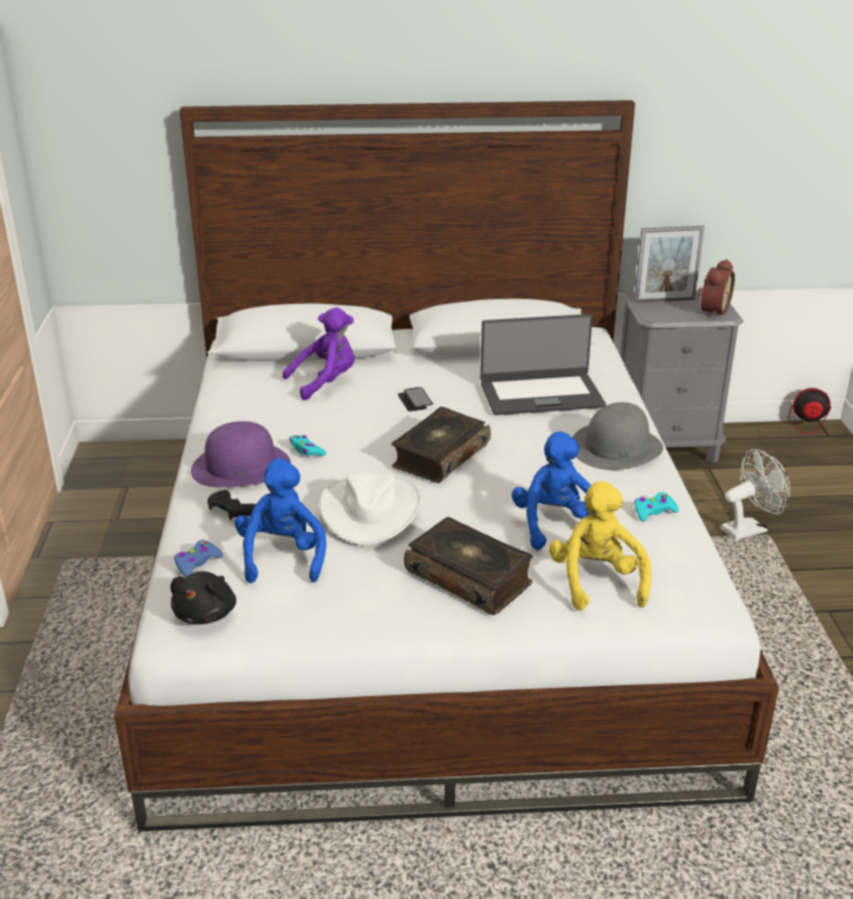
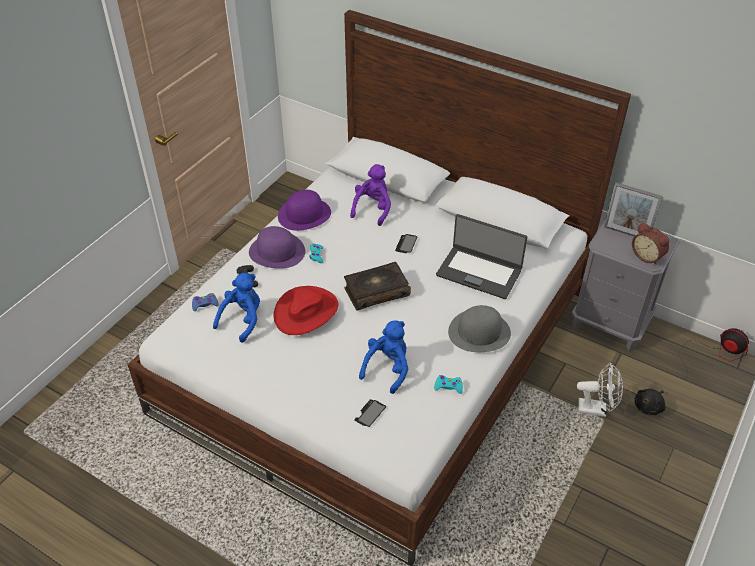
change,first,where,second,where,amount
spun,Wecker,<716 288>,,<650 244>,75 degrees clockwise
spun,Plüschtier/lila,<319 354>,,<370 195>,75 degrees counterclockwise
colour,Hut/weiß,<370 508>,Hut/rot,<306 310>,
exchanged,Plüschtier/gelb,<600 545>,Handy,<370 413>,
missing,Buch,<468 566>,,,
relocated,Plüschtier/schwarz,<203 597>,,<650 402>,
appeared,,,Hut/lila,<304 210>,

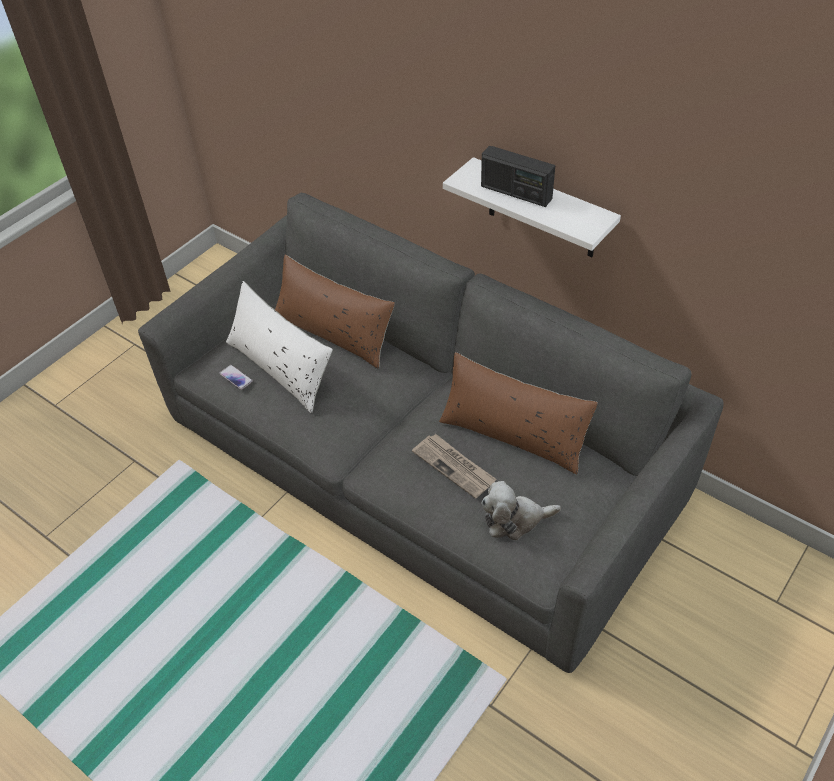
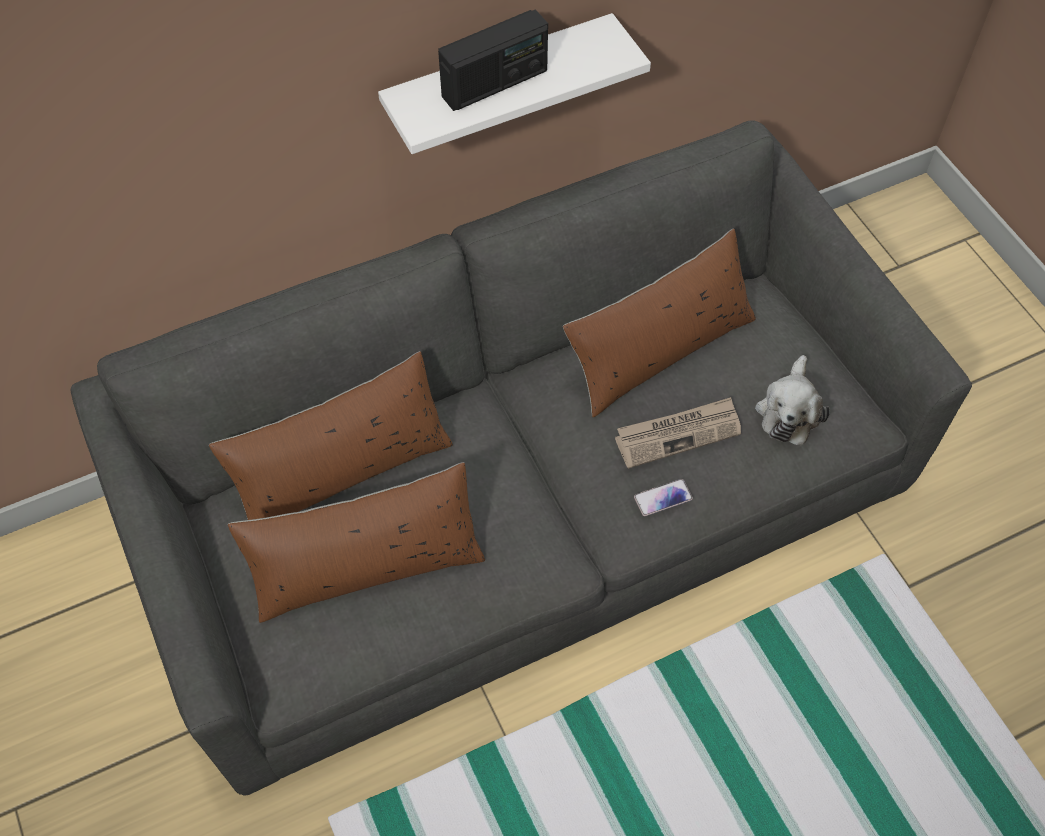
change,first,where,second,where,amount
colour,Kissen/weiß,<279 347>,Kissen/braun,<356 542>,
relocated,Handy,<236 377>,,<663 497>,

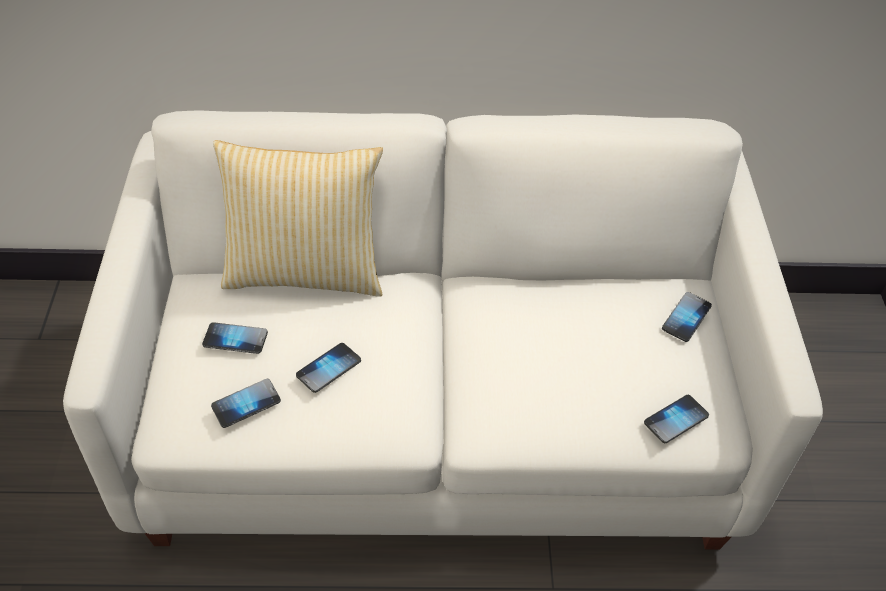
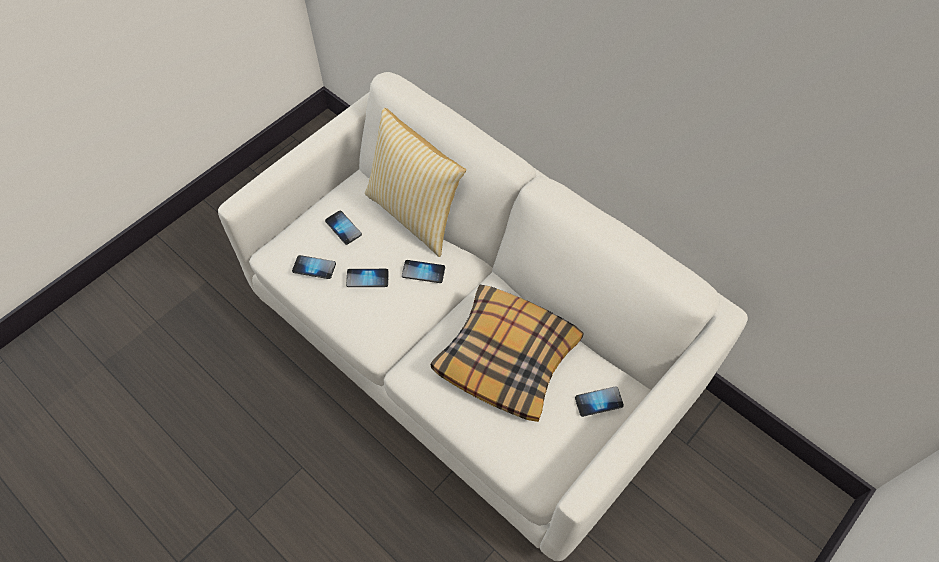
change,first,where,second,where,amount
relocated,Handy,<676 419>,,<423 271>,
appeared,,,Kissen,<507 353>,

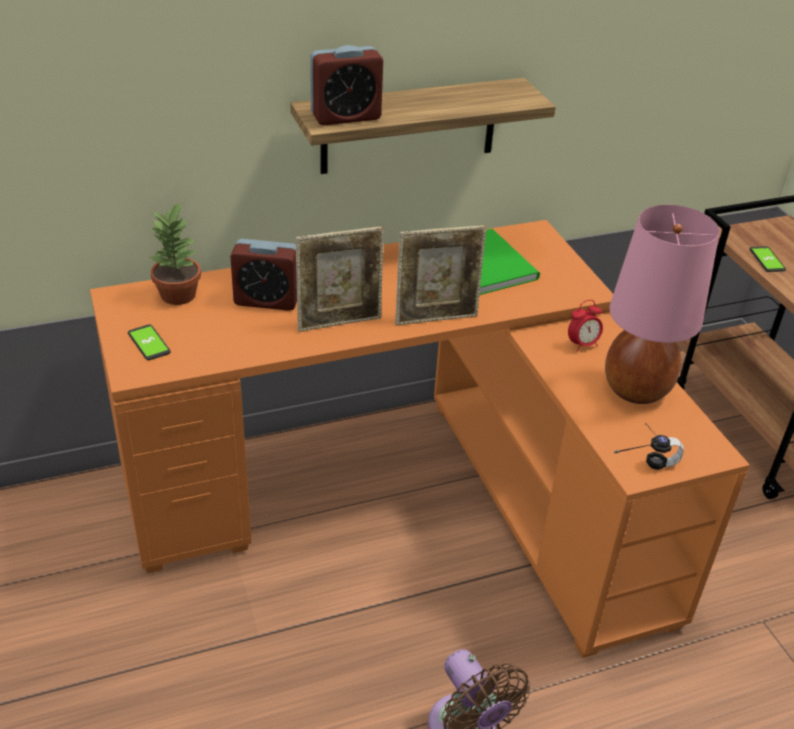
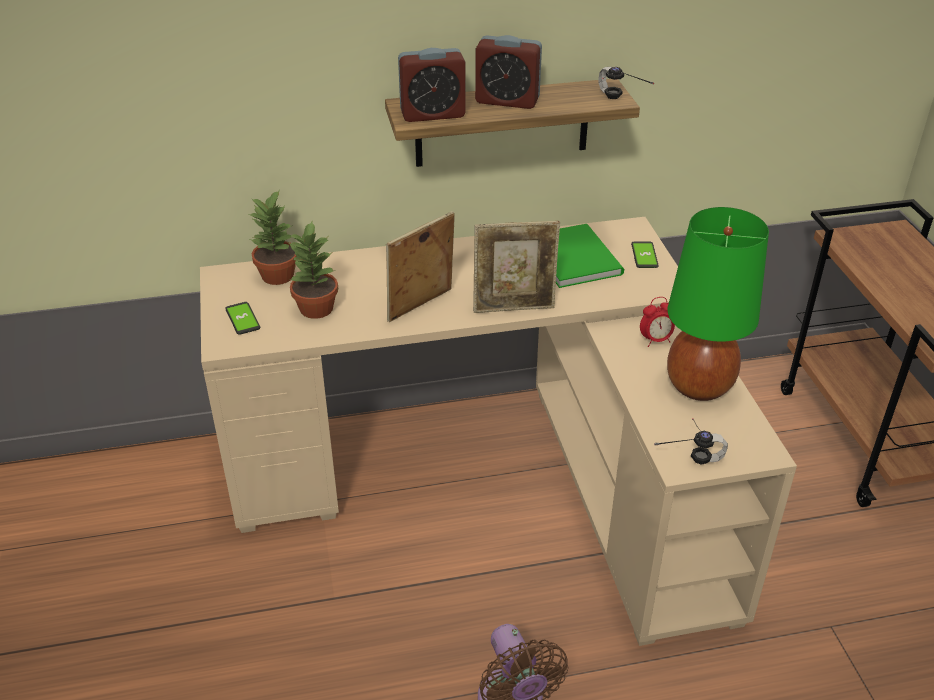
change,first,where,second,where,amount
colour,Tischlampe/rosa,<662 304>,Tischlampe/grün,<718 304>,
colour,Schreibtisch/orange,<420 439>,Schreibtisch/beige,<498 431>,
spun,Bilderrahmen,<340 279>,,<420 266>,150 degrees clockwise
relocated,Wecker,<263 275>,,<508 72>,
relocated,Handy,<767 259>,,<645 255>,
appeared,,,Kopfhörer,<626 83>,
appeared,,,Topfpflanze,<313 270>,

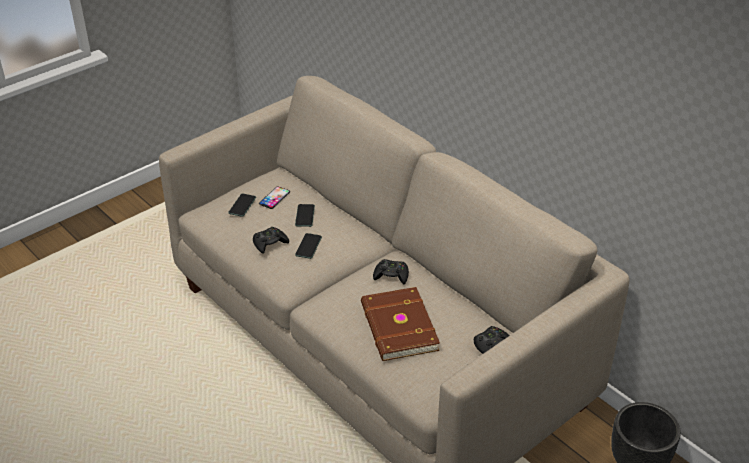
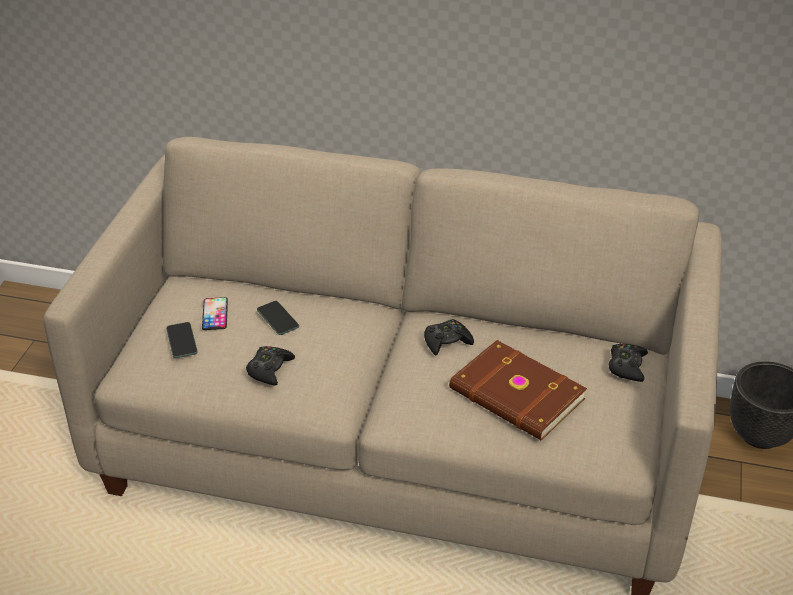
change,first,where,second,where,amount
missing,Handy,<308 246>,,,

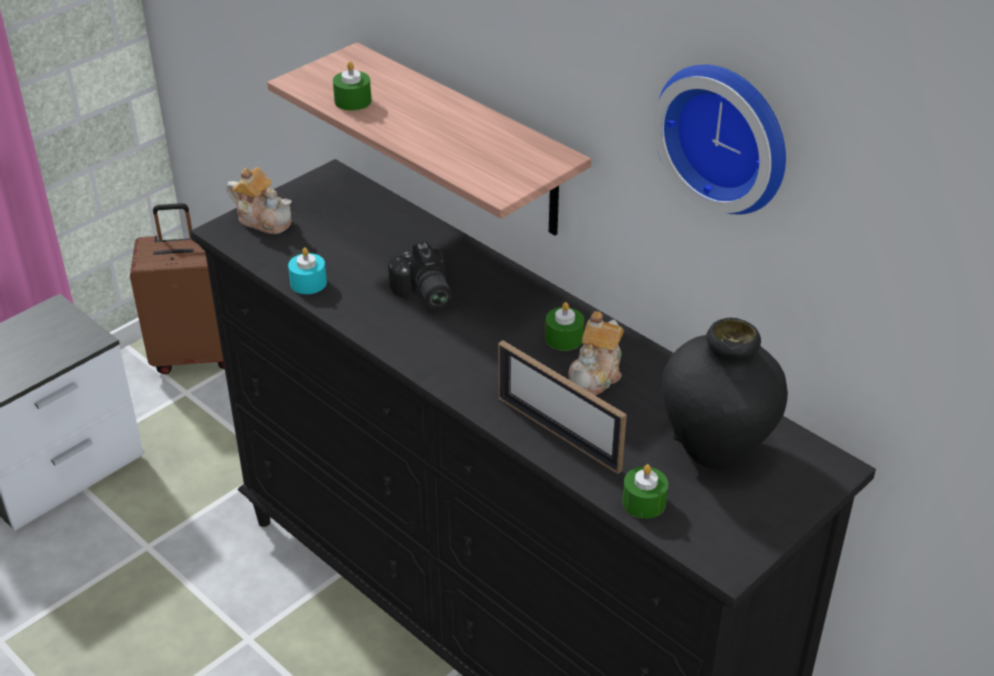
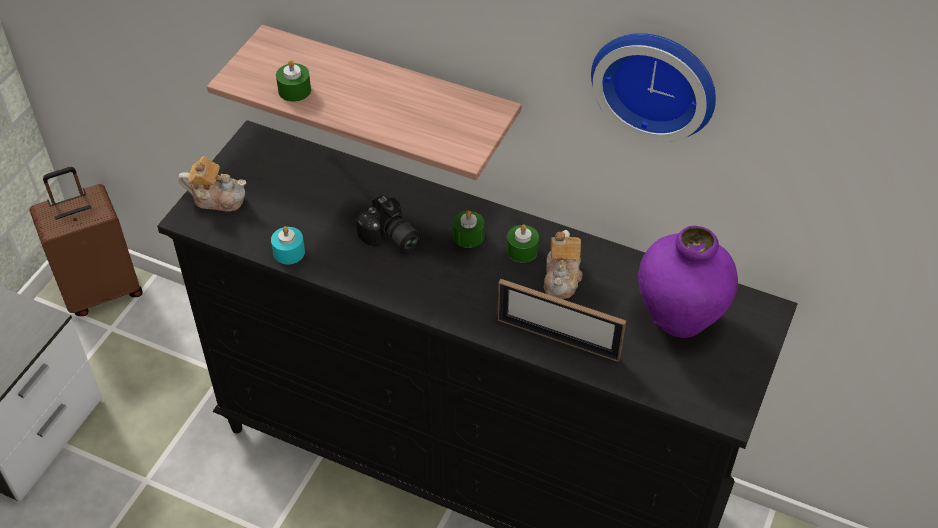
change,first,where,second,where,amount
colour,Vase/schwarz,<725 394>,Vase/lila,<688 282>,
relocated,Kerze/grün,<645 491>,,<468 229>,

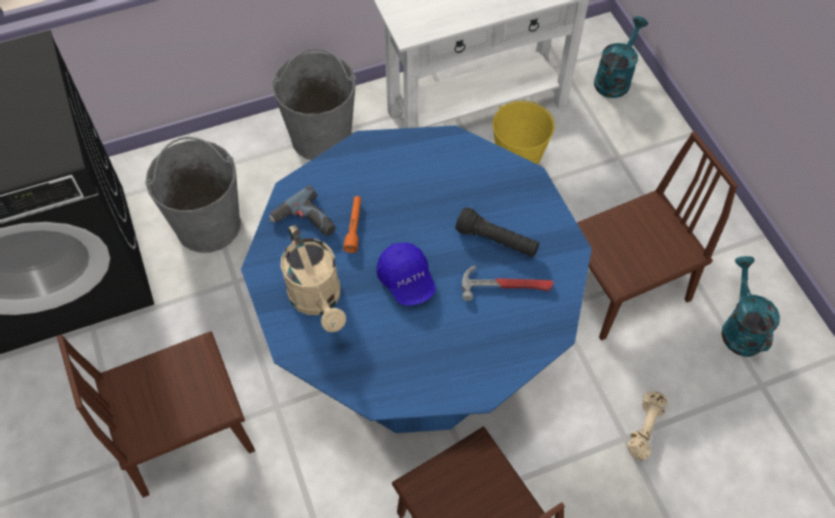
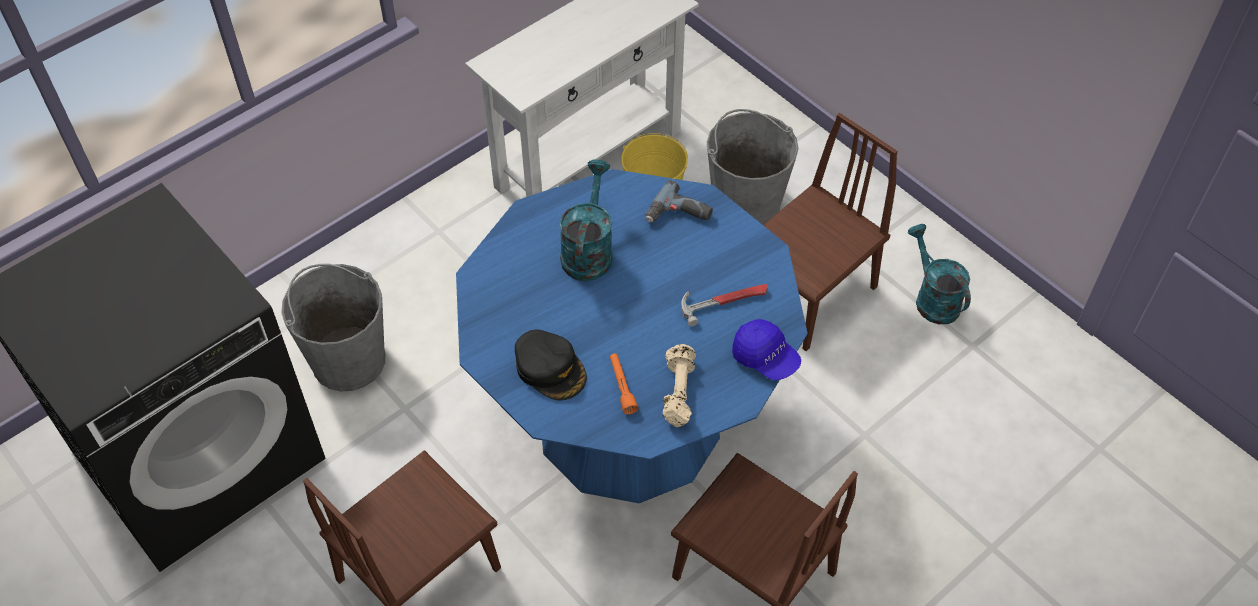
change,first,where,second,where,amount
relocated,Gießkanne/türkis,<621 57>,,<586 220>,
relocated,Eimer/grau,<314 104>,,<752 167>,
relocated,Bohrmaschine,<302 210>,,<679 201>,
relocated,Taschenlampe/orange,<352 224>,,<624 384>,
missing,Taschenlampe/schwarz,<497 232>,,,
exchanged,Gießkanne/beige,<313 278>,Kappe/schwarz,<551 364>,
relocated,Kappe/blau,<406 274>,,<766 349>,
relocated,Hantel/beige,<647 425>,,<679 385>,

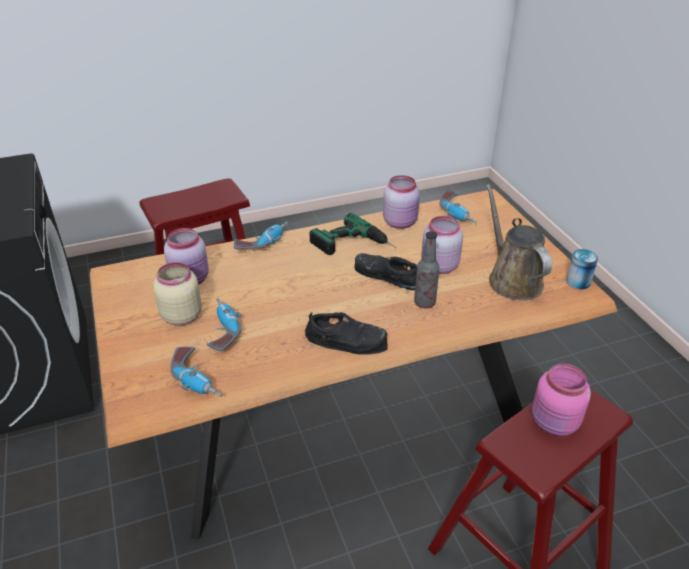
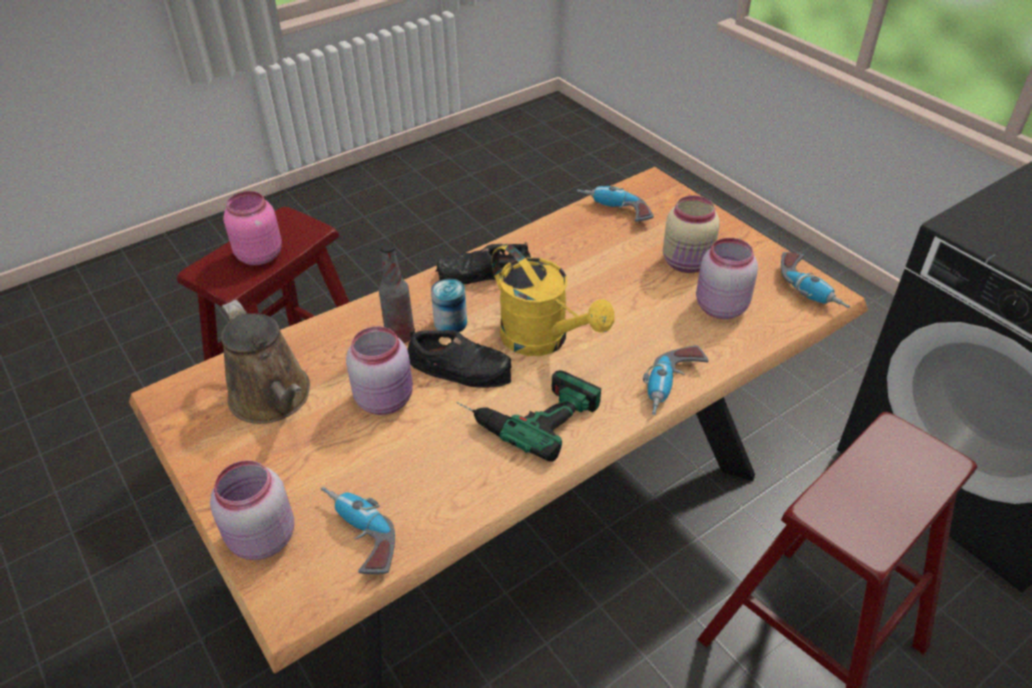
change,first,where,second,where,amount
relocated,Vorratsglas/rosa,<401 202>,,<252 510>,
relocated,Dose,<582 269>,,<449 305>,
relocated,Bohrmaschine,<224 324>,,<815 280>,
appeared,,,Gießkanne/gelb,<553 300>,

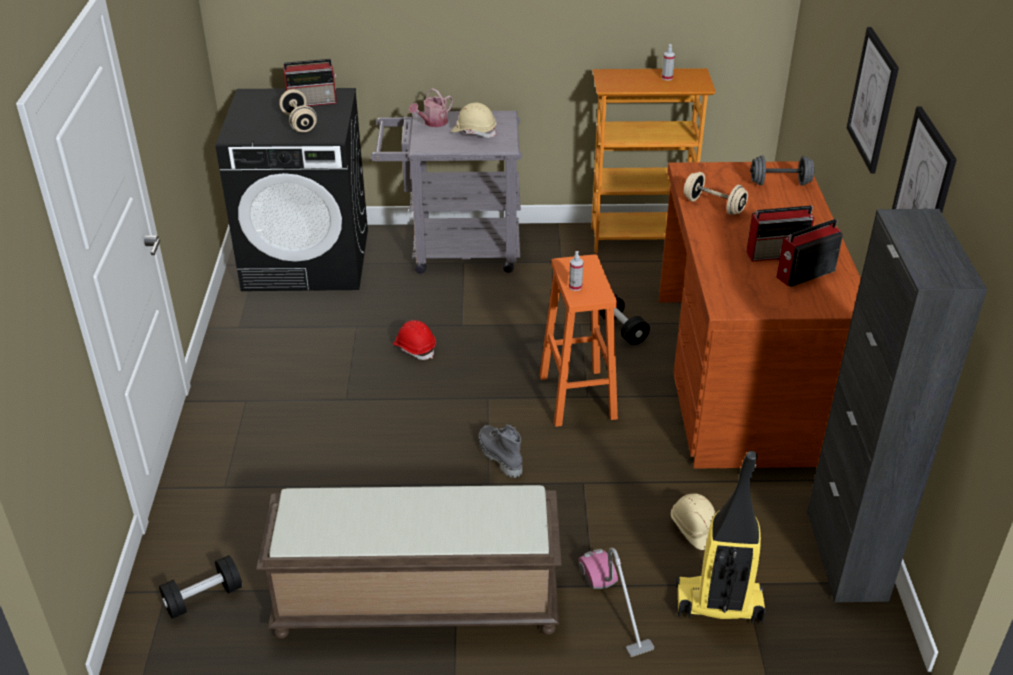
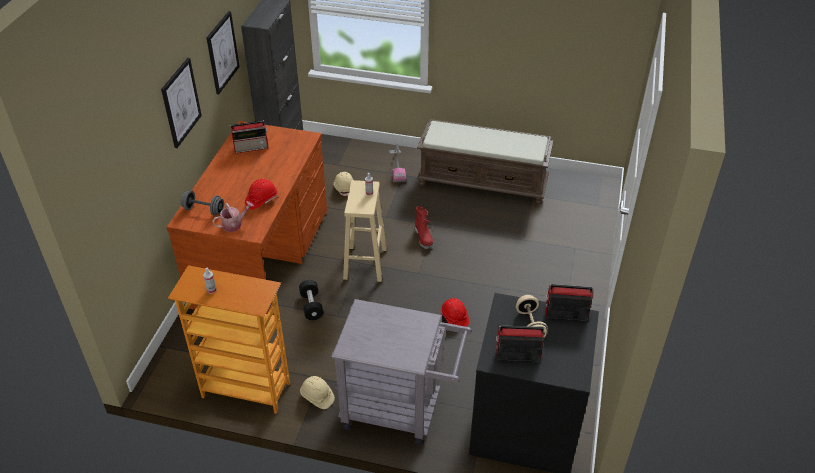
change,first,where,second,where,amount
relocated,Gießkanne,<431 107>,,<233 216>,
relocated,Schutzhelm/beige,<474 120>,,<317 392>,
exchanged,Hantel/beige,<716 193>,Schutzhelm/rot,<261 194>,
relocated,Radio,<780 233>,,<569 302>,
colour,Hocker/orange,<578 340>,Hocker/beige,<365 231>,
colour,Stiefel/grau,<500 451>,Stiefel/rot,<424 227>,
missing,Staubsauger,<721 537>,,,
missing,Hantel/schwarz,<200 587>,,,

